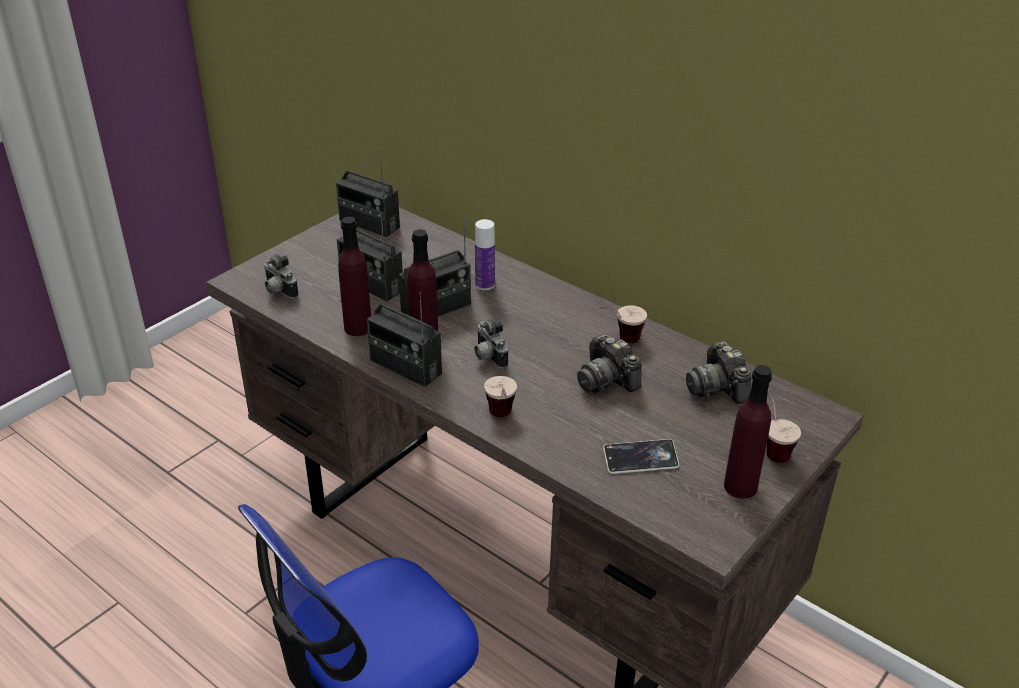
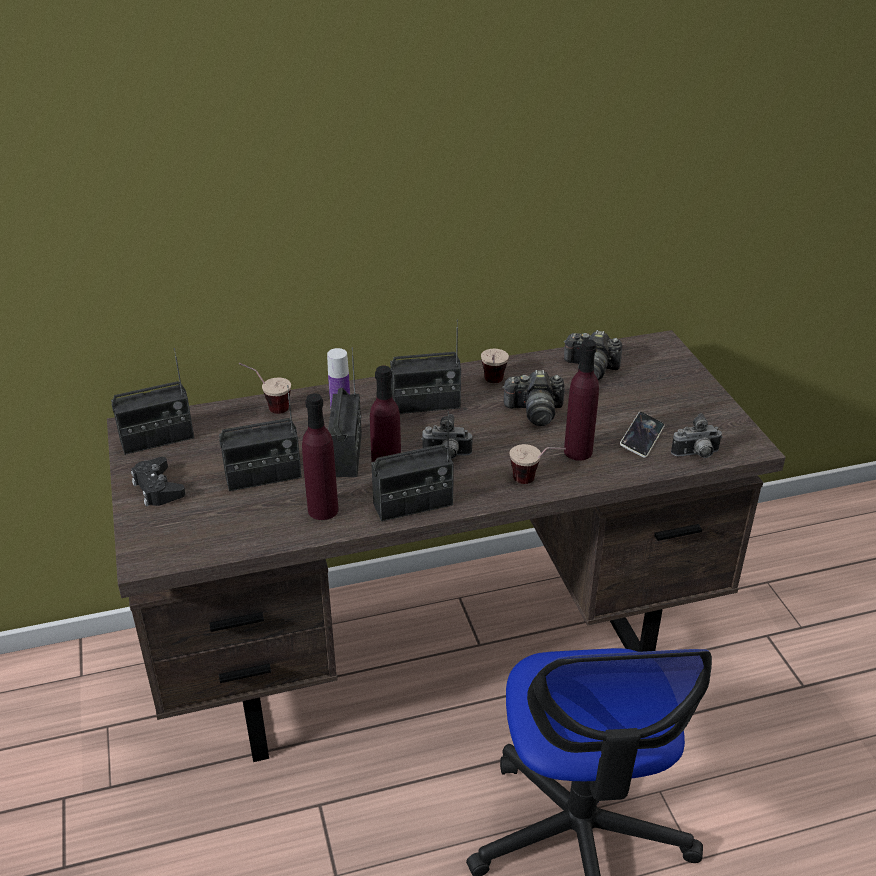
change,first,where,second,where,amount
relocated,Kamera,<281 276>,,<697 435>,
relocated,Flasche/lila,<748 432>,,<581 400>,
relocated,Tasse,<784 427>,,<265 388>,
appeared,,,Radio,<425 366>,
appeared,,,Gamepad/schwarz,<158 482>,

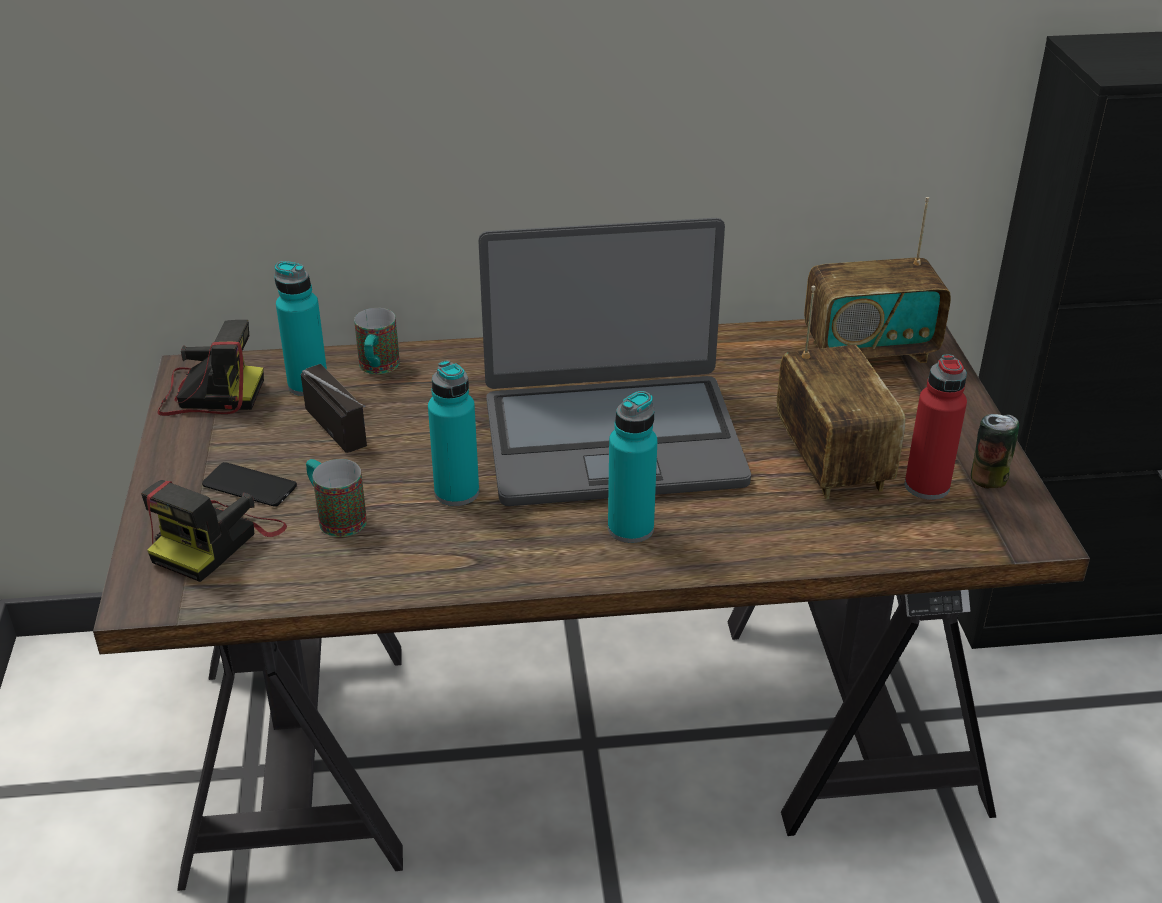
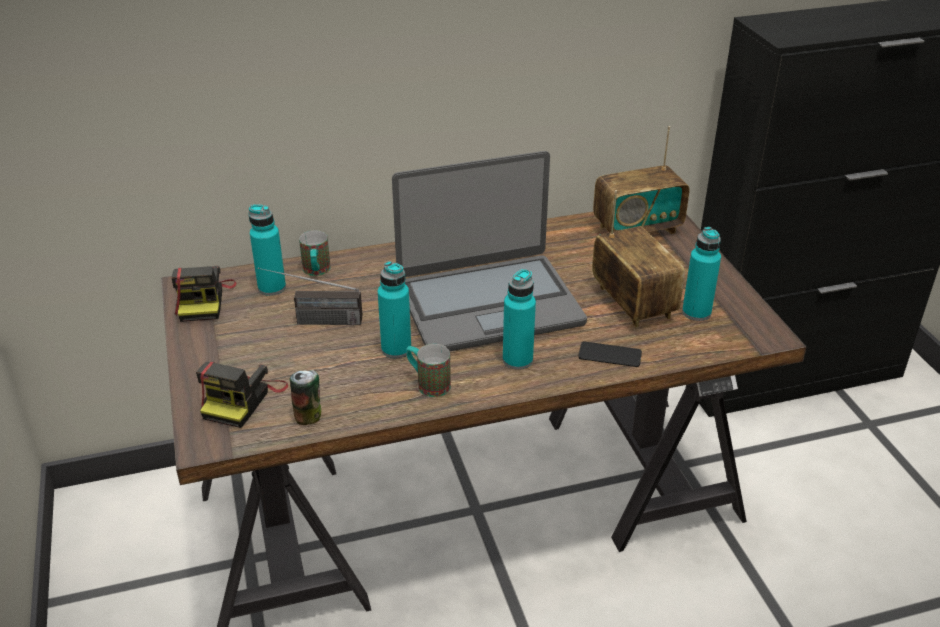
change,first,where,second,where,amount
spun,Kamera,<210 368>,,<204 294>,90 degrees clockwise
colour,Flasche/rot,<936 427>,Flasche/türkis,<701 274>,
spun,Radio,<334 408>,,<310 296>,135 degrees clockwise
relocated,Dose,<995 451>,,<305 397>,
relocated,Henkelbecher,<336 498>,,<429 370>,
relocated,Handy,<249 484>,,<610 354>,

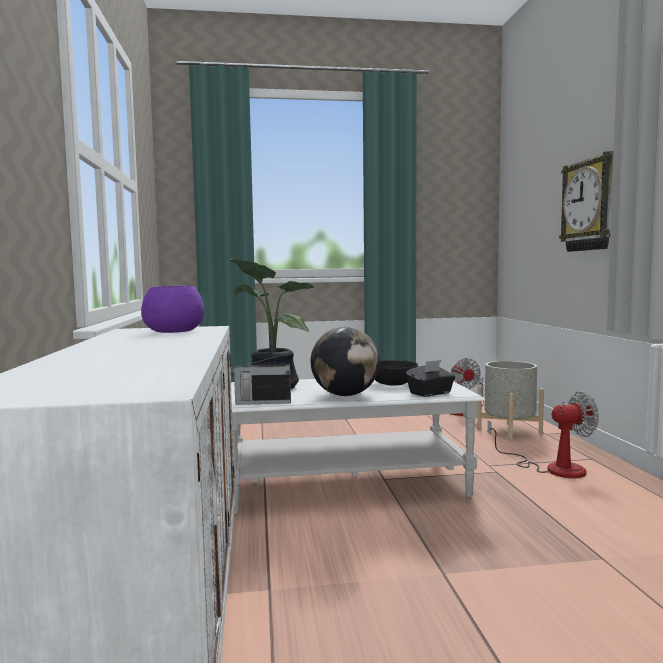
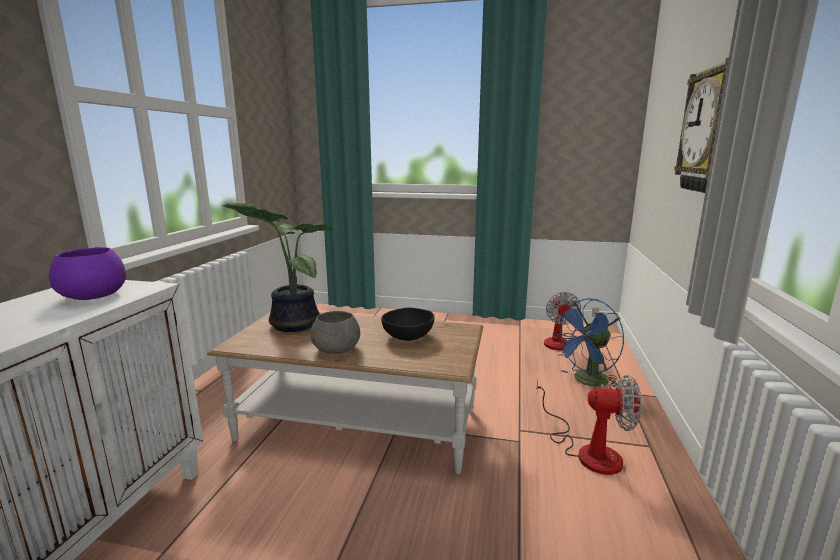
change,first,where,second,where,amount
exchanged,Globus,<345 361>,Schüssel/grau,<335 332>,
missing,Radio,<261 380>,,,
missing,Taschentuchbox/schwarz,<430 378>,,,
exchanged,Pflanzkübel/grau,<510 401>,Ventilator/blau,<588 343>,
colour,Couchtisch/weiß,<358 446>,Couchtisch/braun,<345 393>,

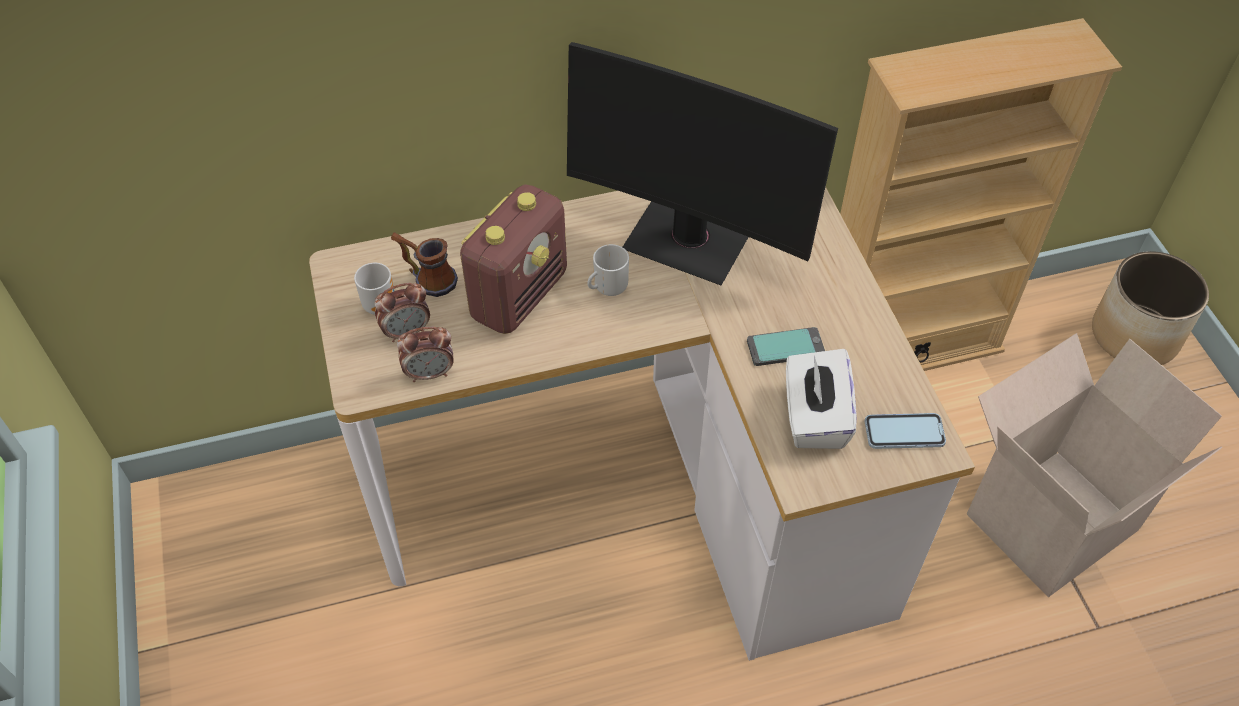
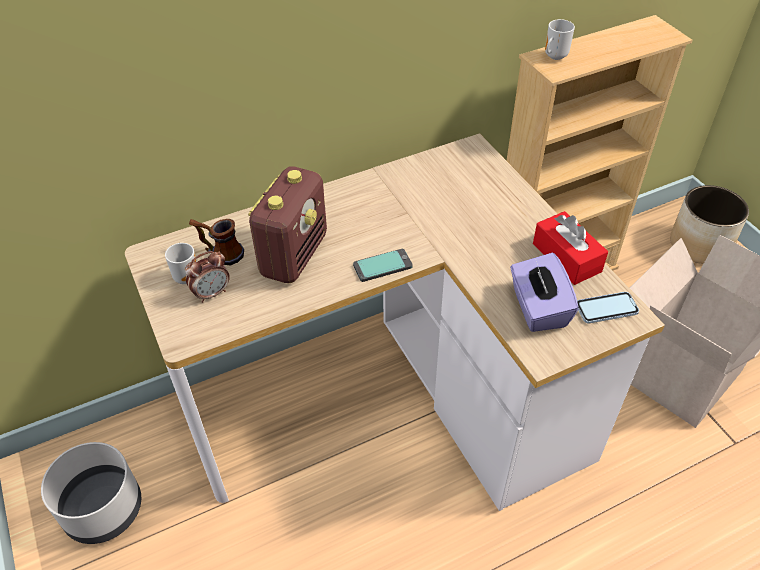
change,first,where,second,where,amount
missing,Monitor,<702 163>,,,
relocated,Henkelbecher,<608 270>,,<560 39>,
missing,Wecker,<425 354>,,,
relocated,Handy,<786 346>,,<383 265>,
colour,Taschentuchbox/weiß,<821 399>,Taschentuchbox/lila,<544 292>,
appeared,,,Taschentuchbox/rot,<570 248>,
appeared,,,Pflanzkübel/grau,<91 493>,

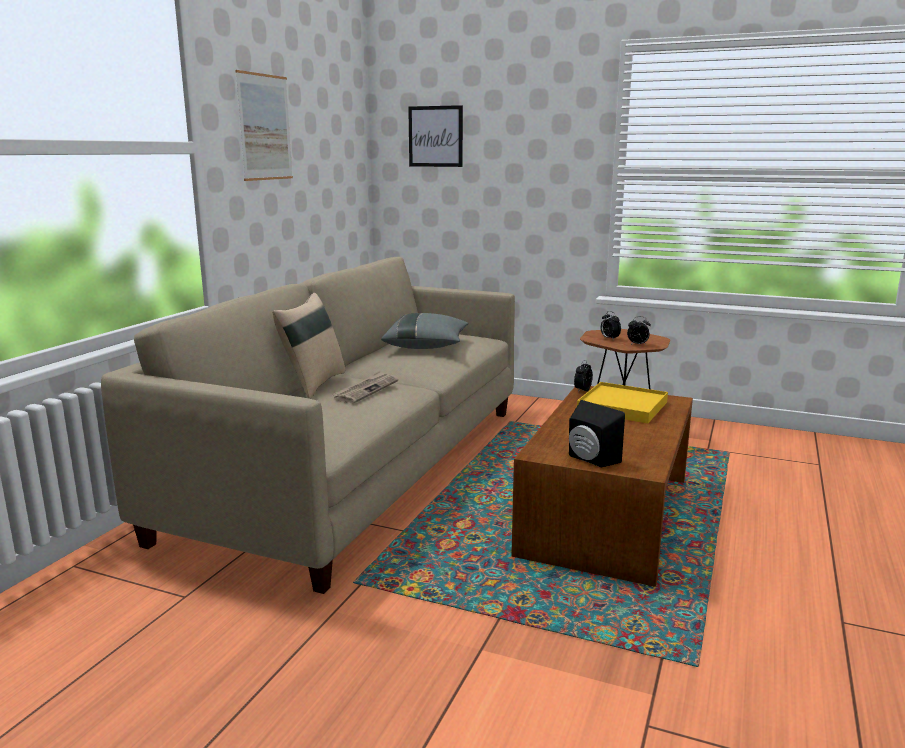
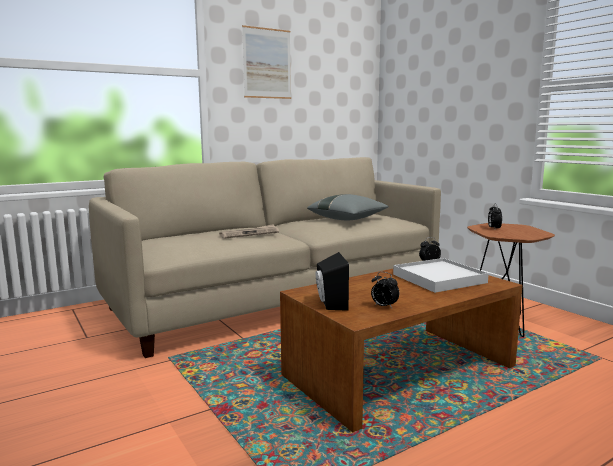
change,first,where,second,where,amount
missing,Bild,<435 136>,,,
missing,Kissen/beige,<308 346>,,,
relocated,Wecker,<639 330>,,<385 290>,
colour,Tablett/gelb,<622 403>,Tablett/weiß,<441 275>,

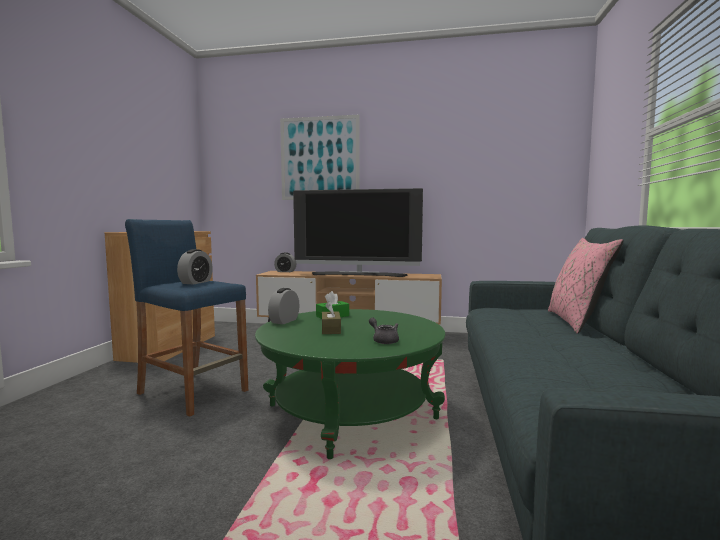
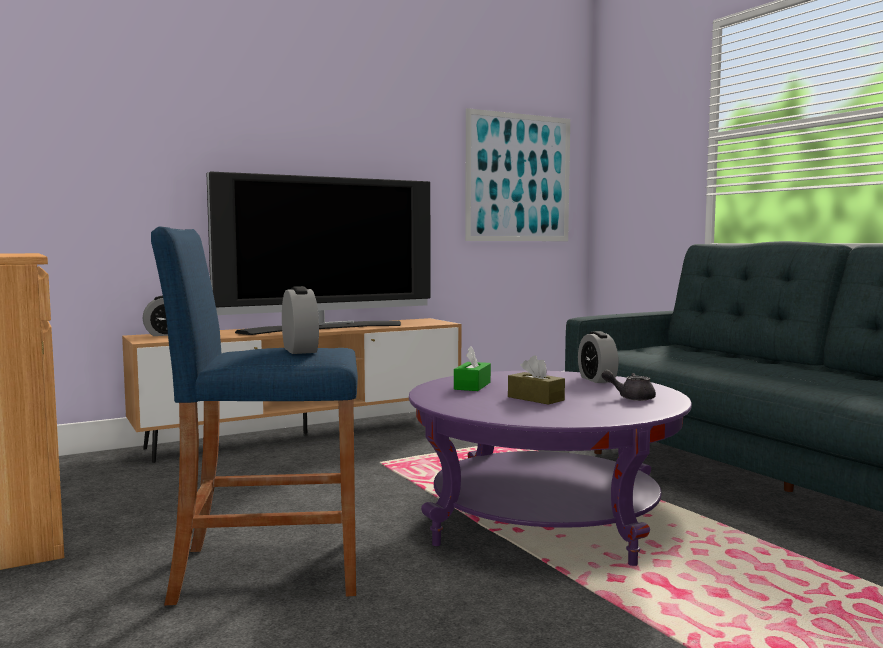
change,first,where,second,where,amount
relocated,Bild,<320 157>,,<517 174>,
missing,Kissen/rosa,<585 286>,,,
relocated,Wecker,<284 306>,,<598 357>,
colour,Couchtisch/grün,<350 384>,Couchtisch/lila,<550 468>,

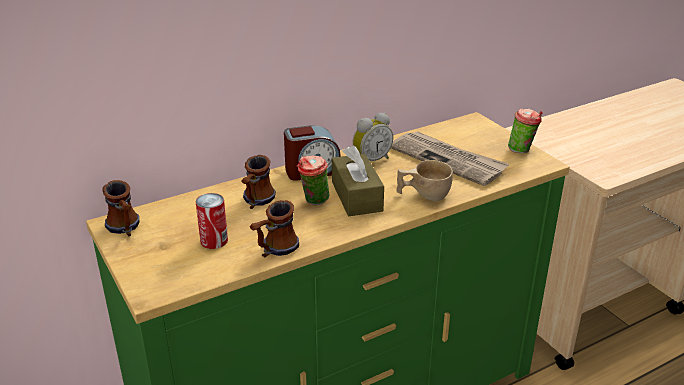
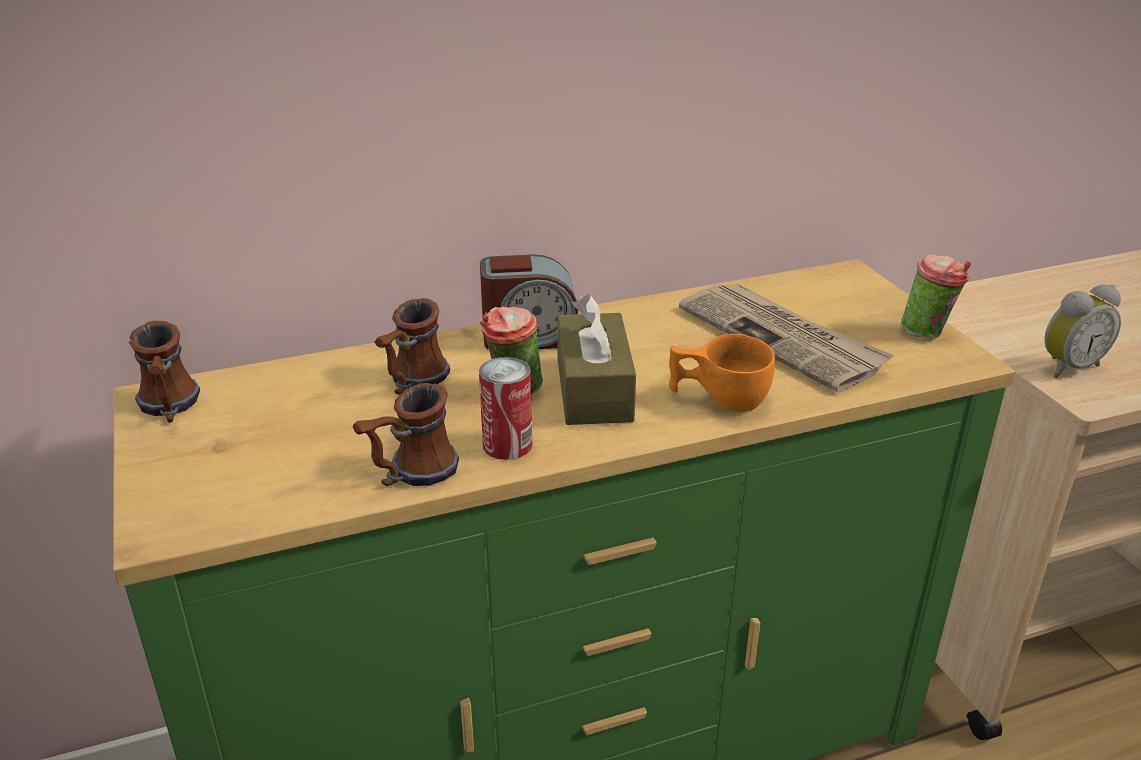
change,first,where,second,where,amount
relocated,Wecker,<373 136>,,<1083 331>,
colour,Tasse/beige,<424 180>,Tasse/orange,<722 373>,
relocated,Dose,<212 221>,,<505 408>,

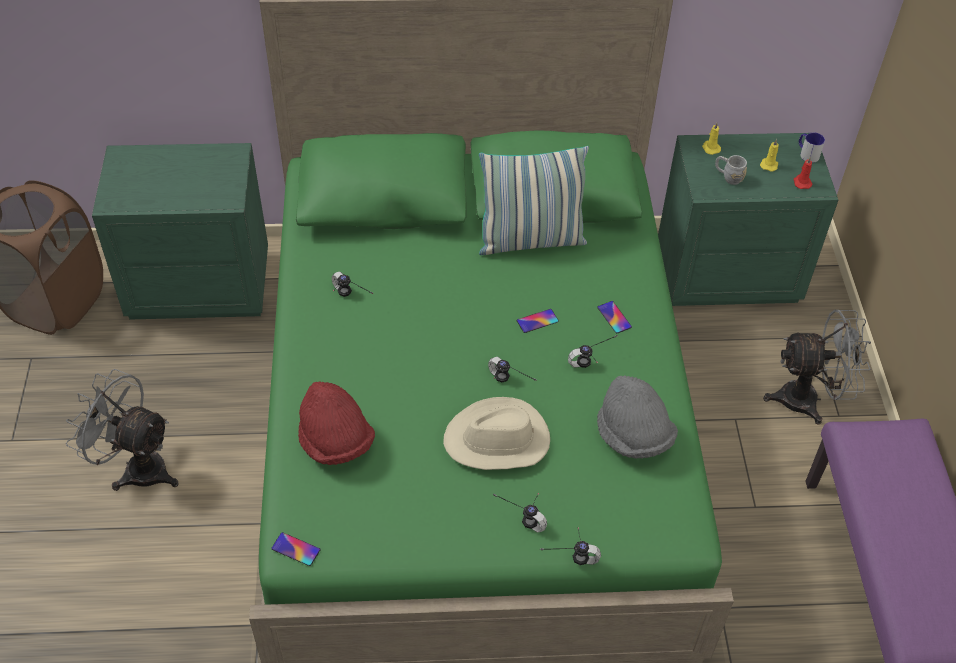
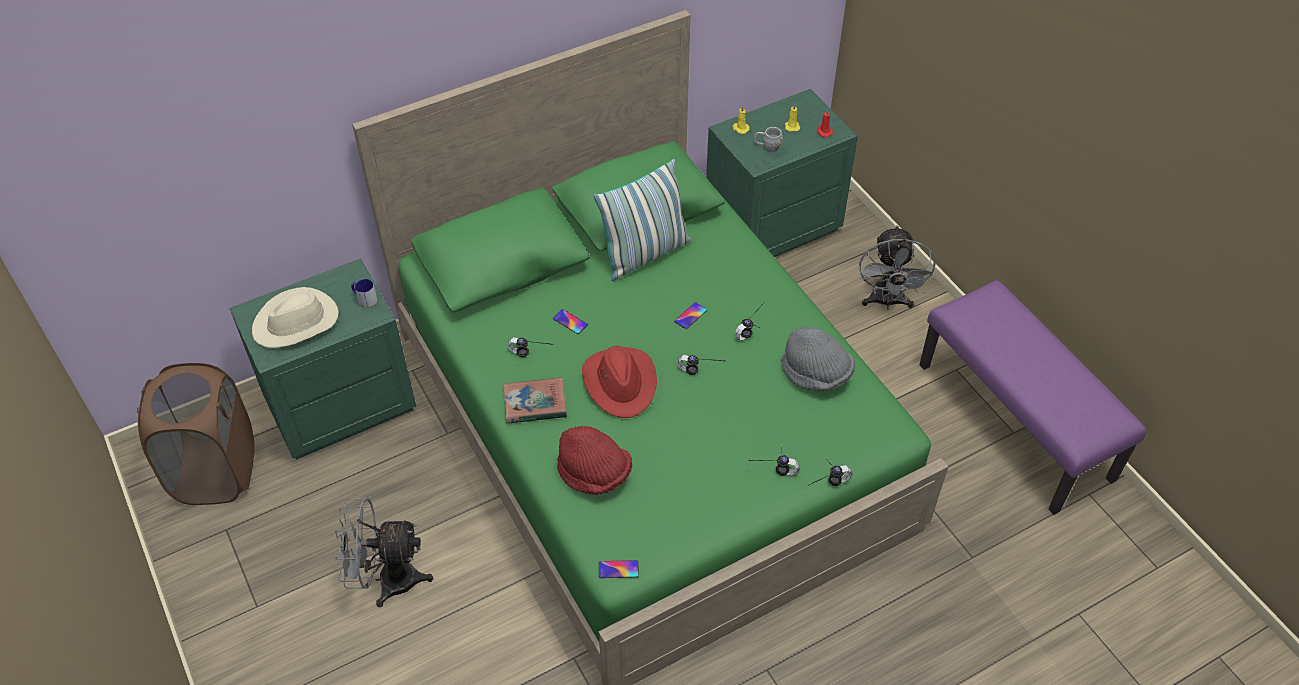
change,first,where,second,where,amount
relocated,Henkelbecher,<812 147>,,<364 293>,
relocated,Handy,<614 317>,,<570 321>,
spun,Ventilator/grau,<817 367>,,<897 267>,120 degrees clockwise
relocated,Hut/beige,<496 433>,,<295 317>,
appeared,,,Hut/rot,<619 382>,
appeared,,,Buch,<535 400>,

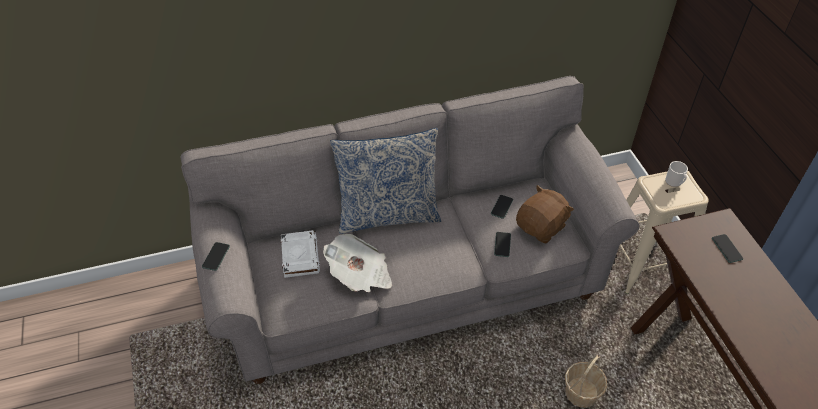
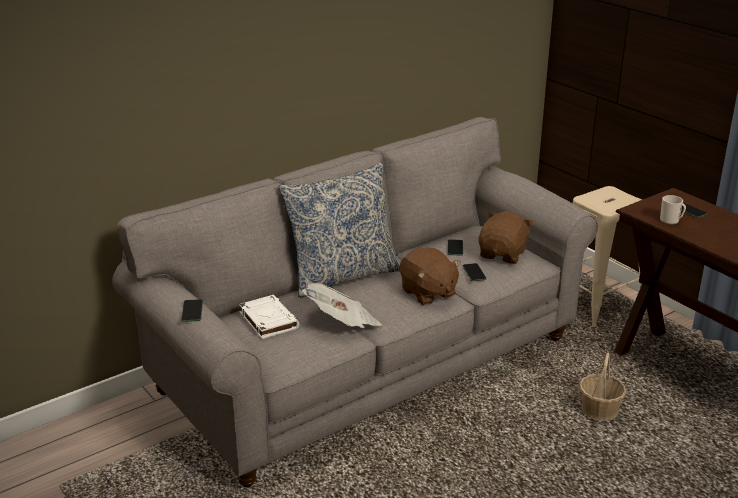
change,first,where,second,where,amount
relocated,Henkelbecher,<676 174>,,<673 209>,
appeared,,,Plüschtier/braun,<430 276>,

